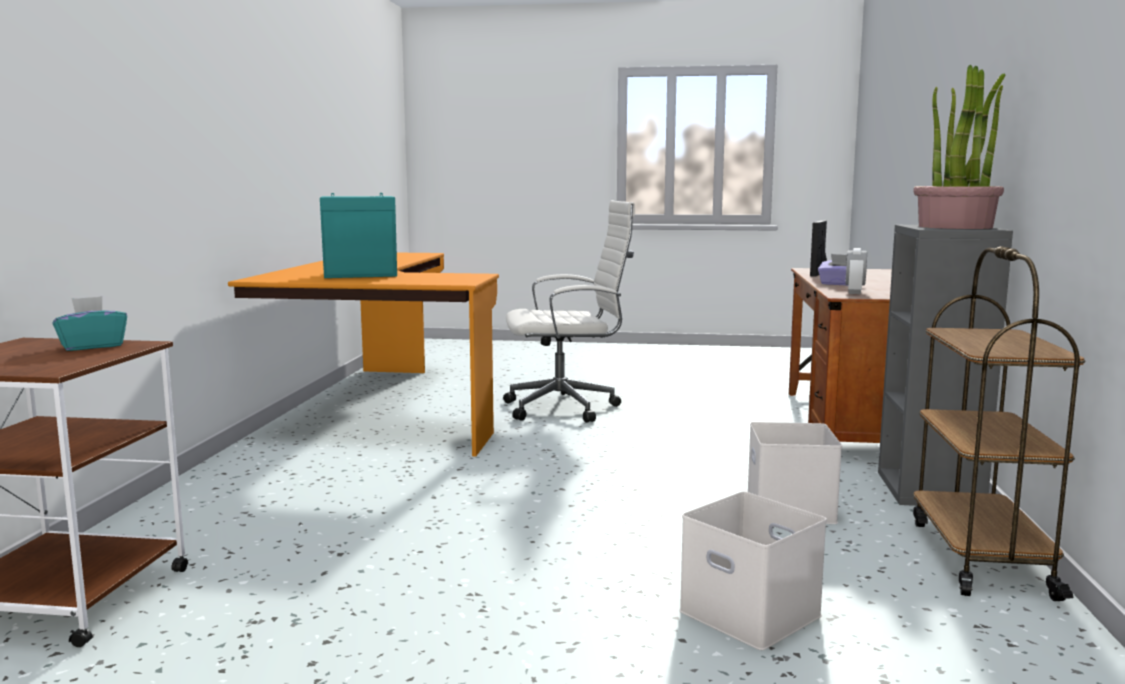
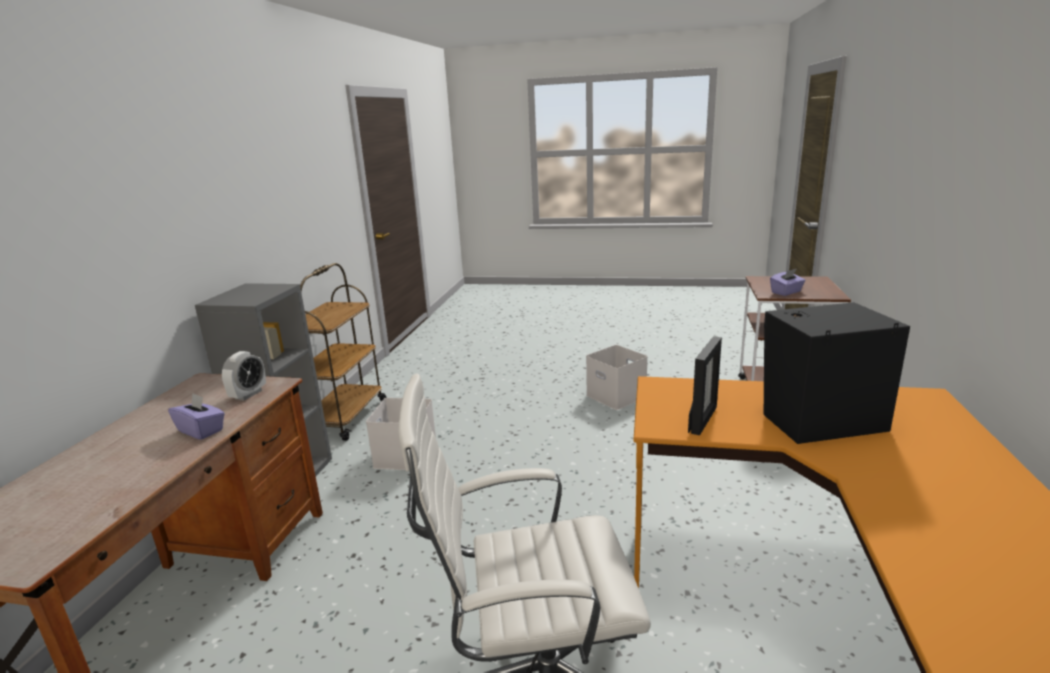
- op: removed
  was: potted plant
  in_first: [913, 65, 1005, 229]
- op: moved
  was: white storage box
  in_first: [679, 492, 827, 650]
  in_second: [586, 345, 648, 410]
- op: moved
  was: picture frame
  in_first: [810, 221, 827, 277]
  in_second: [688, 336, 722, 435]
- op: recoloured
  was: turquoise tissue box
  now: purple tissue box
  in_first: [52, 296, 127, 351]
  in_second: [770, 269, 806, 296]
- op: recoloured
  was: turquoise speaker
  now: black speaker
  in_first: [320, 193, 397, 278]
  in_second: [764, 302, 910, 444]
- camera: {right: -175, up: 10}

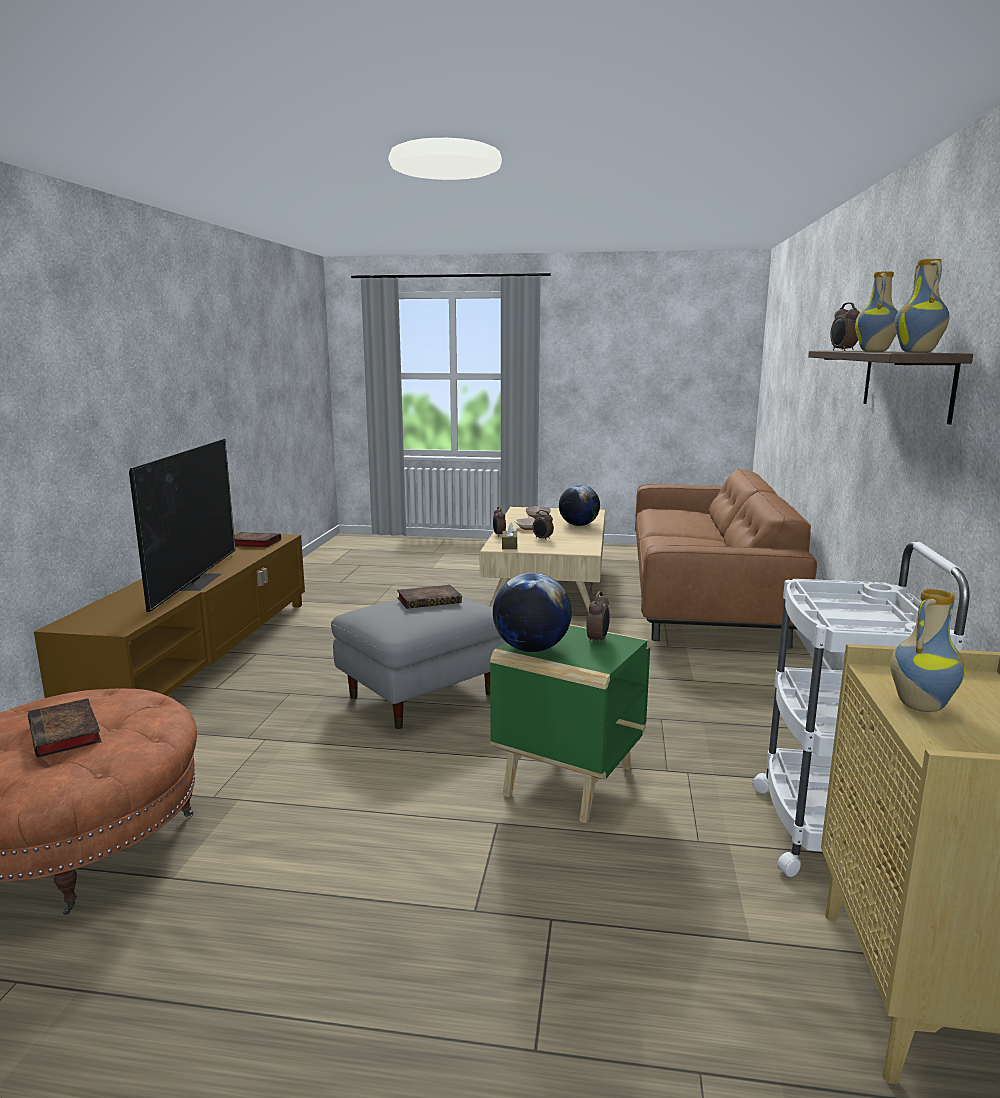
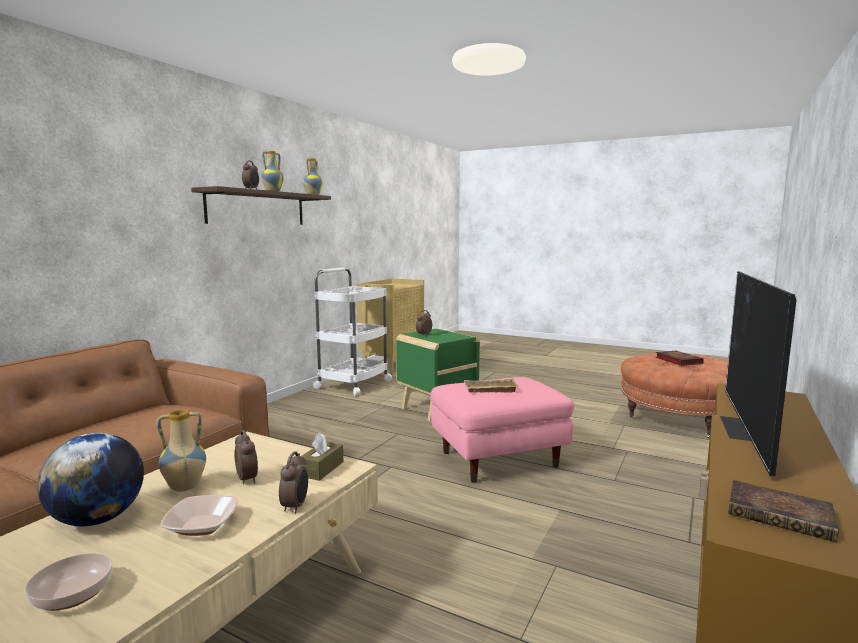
- op: removed
  was: globe
  in_first: [493, 573, 572, 652]
- op: moved
  was: vase
  in_first: [890, 589, 965, 712]
  in_second: [156, 410, 206, 491]
- op: replaced
  was: book
  now: beige tray
  in_first: [397, 585, 462, 609]
  in_second: [464, 378, 519, 393]
- op: recoloured
  was: grey ottoman
  now: pink ottoman
  in_first: [331, 596, 506, 729]
  in_second: [431, 377, 574, 483]
- camera: {right: -160, up: -5}

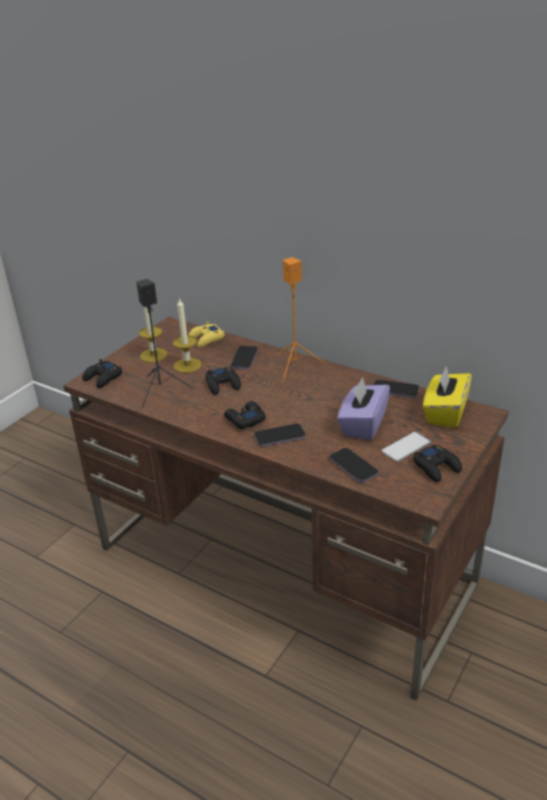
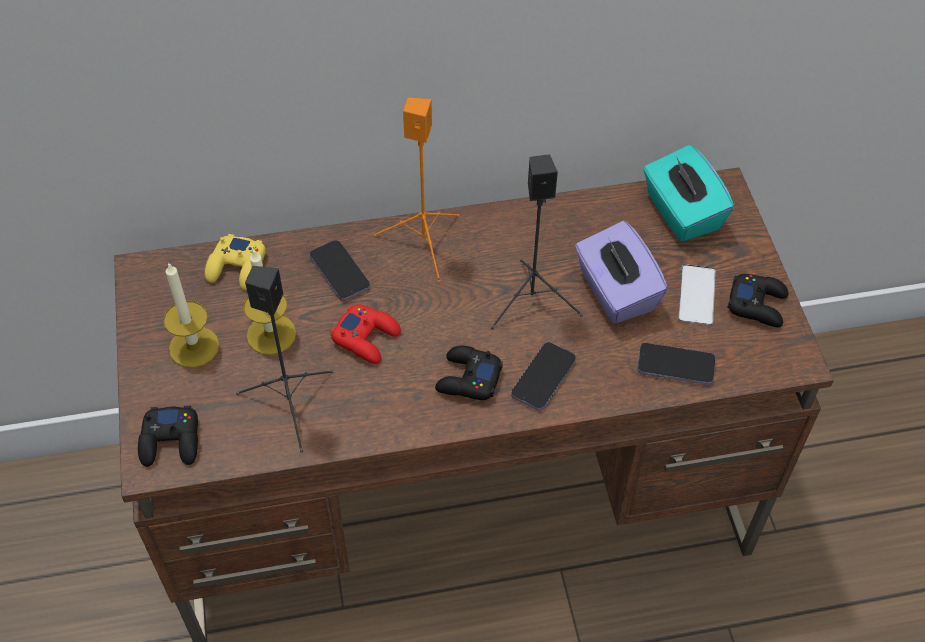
- op: removed
  was: phone
  in_first: [374, 380, 419, 398]
- op: added
  now: black speaker
  in_second: [491, 154, 583, 329]
- op: recoloured
  was: black game controller
  now: red game controller
  in_first: [205, 367, 241, 395]
  in_second: [330, 304, 401, 364]
- op: recoloured
  was: yellow tissue box
  now: turquoise tissue box
  in_first: [423, 366, 472, 428]
  in_second: [643, 145, 734, 242]
- camera: {right: -45, up: 20}

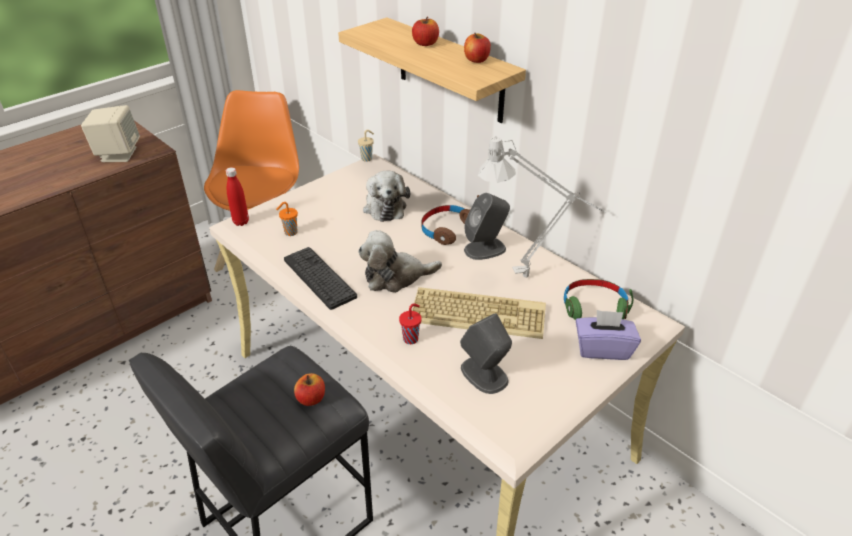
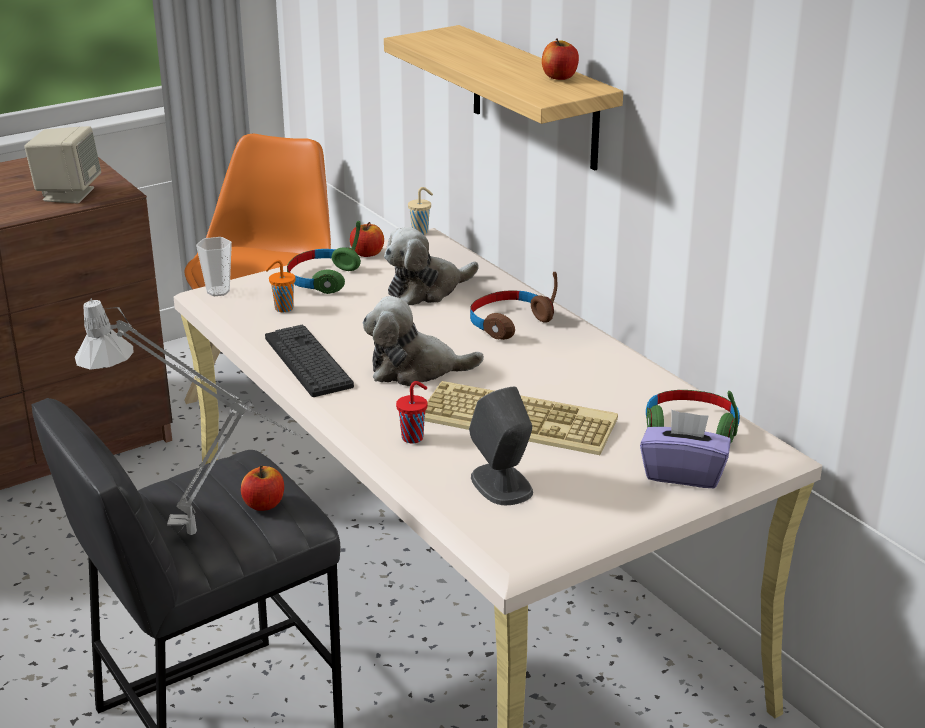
- op: removed
  was: grey speaker
  in_first: [464, 193, 510, 260]
- op: added
  now: green headphones
  in_second: [287, 221, 361, 294]
- op: moved
  was: apple
  in_first: [412, 17, 439, 46]
  in_second: [350, 222, 384, 257]
- op: moved
  was: grey table lamp
  in_first: [478, 137, 606, 278]
  in_second: [75, 298, 303, 535]
- op: replaced
  was: red bottle
  now: cup
  in_first: [226, 167, 249, 226]
  in_second: [196, 237, 232, 296]
- op: turned
  was: plush toy
  in_first: [363, 171, 410, 222]
  in_second: [384, 227, 479, 305]
  clockwise: 60
- camera: {right: 10, up: -10}

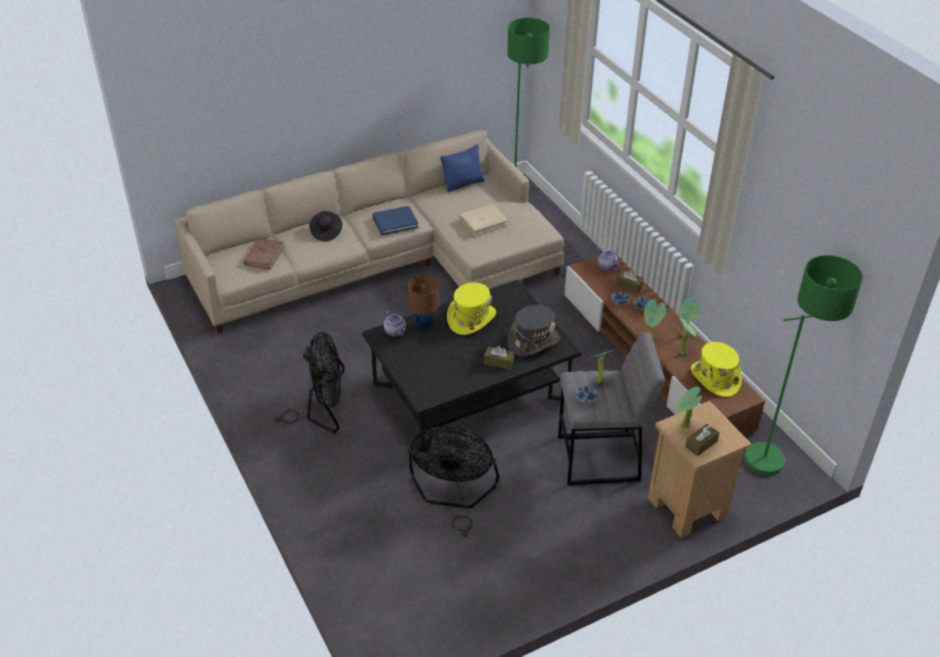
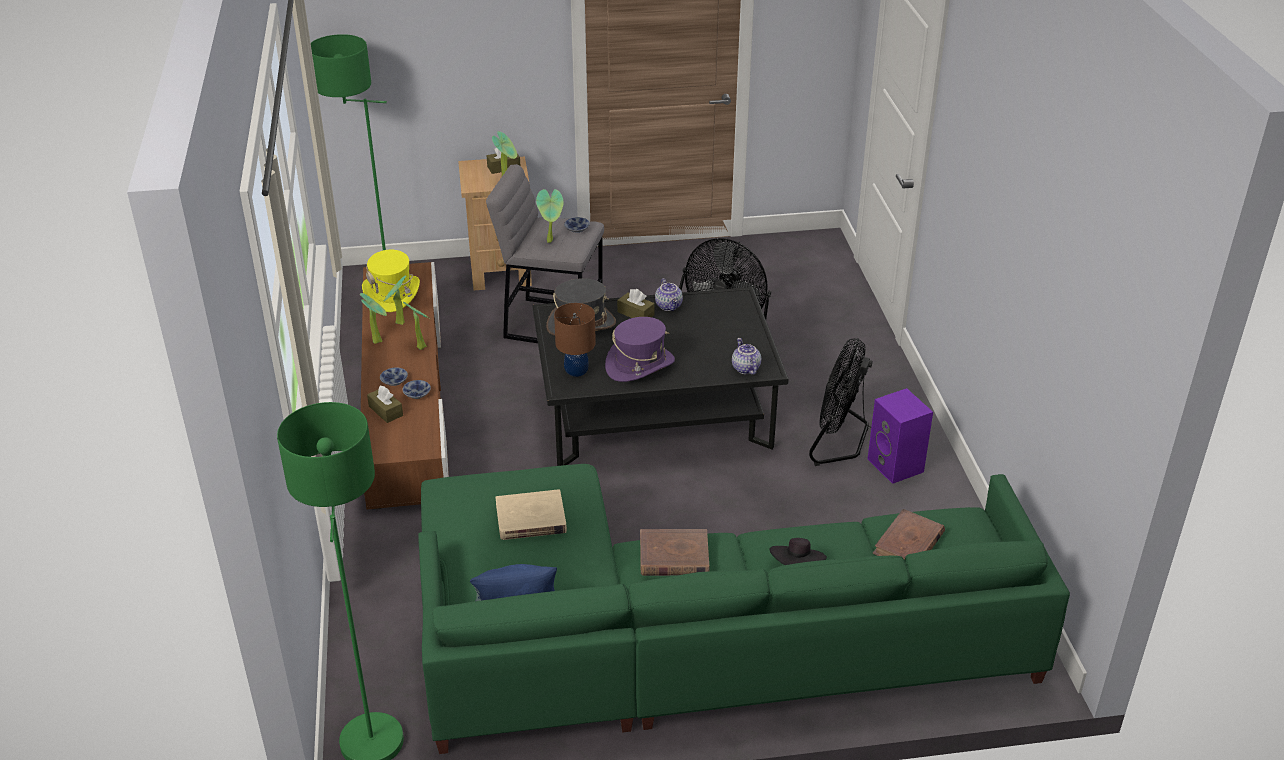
- op: added
  now: purple speaker
  in_second: [868, 388, 933, 484]
- op: moved
  was: brown table lamp
  in_first: [408, 276, 439, 329]
  in_second: [554, 303, 596, 377]
- op: moved
  was: teapot
  in_first: [597, 247, 620, 271]
  in_second: [655, 278, 683, 311]
- op: recoloured
  was: beige sofa
  now: green sofa
  in_first: [174, 130, 564, 334]
  in_second: [418, 464, 1070, 754]
- op: recoloured
  was: blue book
  now: brown book
  in_first: [373, 206, 418, 236]
  in_second: [640, 529, 709, 576]
- op: recoloured
  was: yellow hat
  now: purple hat
  in_first: [447, 282, 496, 335]
  in_second: [605, 317, 675, 382]
- camera: {right: -160, up: -5}

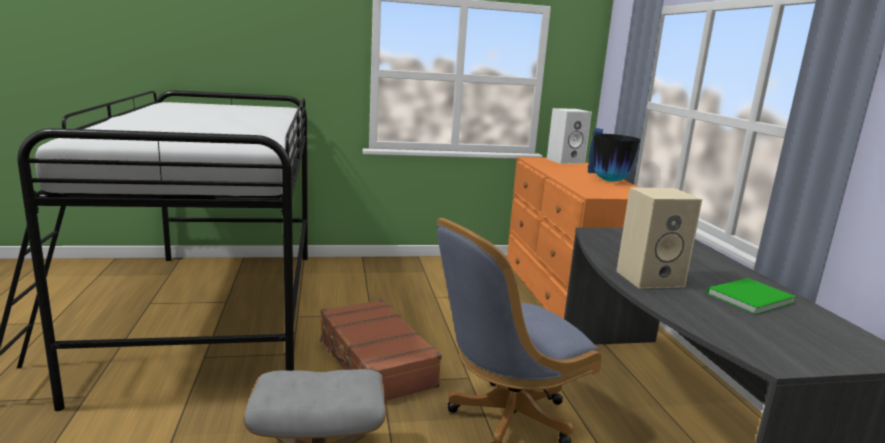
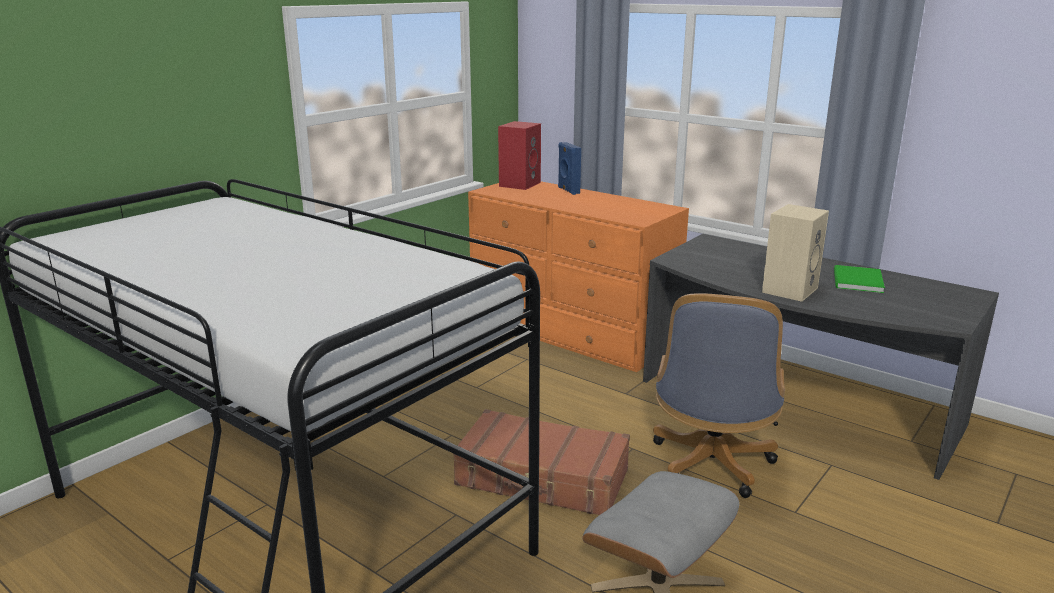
- op: removed
  was: vase
  in_first: [594, 134, 641, 182]
- op: recoloured
  was: white speaker
  now: red speaker
  in_first: [547, 108, 592, 164]
  in_second: [498, 121, 541, 190]
- camera: {right: -40, up: 5}

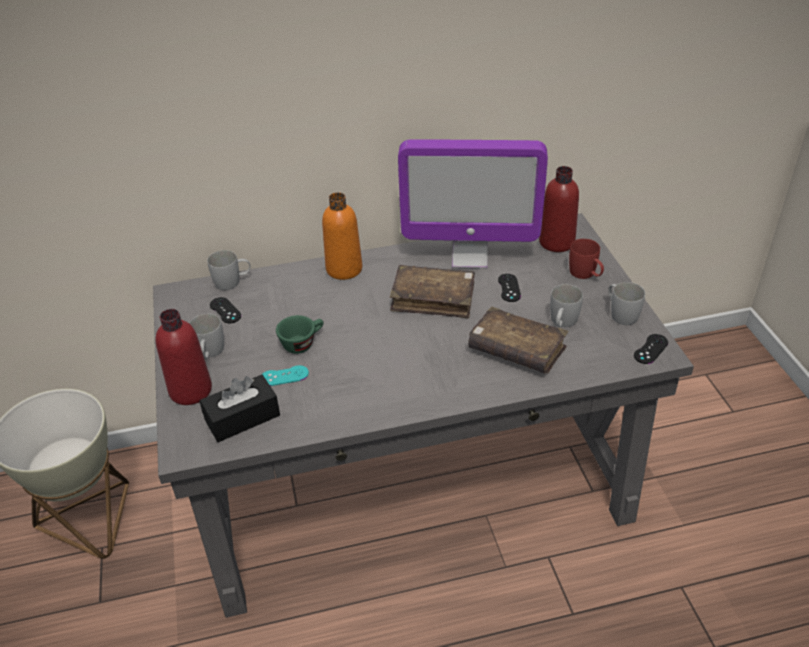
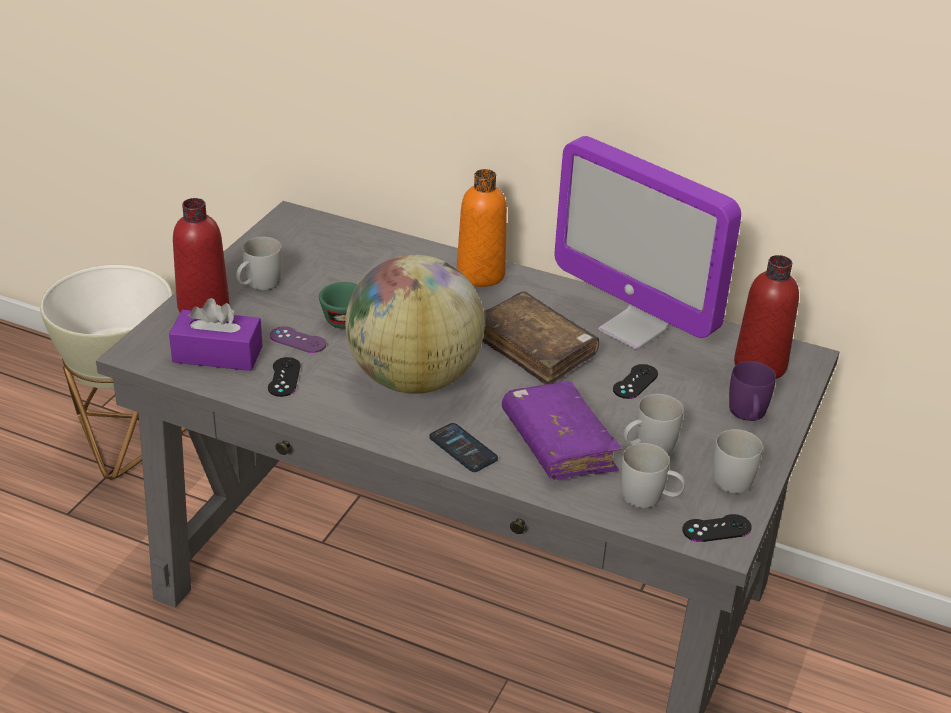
- op: added
  now: globe
  in_second: [345, 255, 485, 394]
- op: added
  now: phone
  in_second: [429, 423, 498, 472]
- op: moved
  was: white mug
  in_first: [207, 250, 251, 290]
  in_second: [621, 443, 685, 508]
- op: moved
  was: black game controller
  in_first: [210, 297, 241, 323]
  in_second: [268, 357, 300, 397]
- op: recoloured
  was: black tissue box
  now: purple tissue box
  in_first: [200, 375, 280, 442]
  in_second: [169, 298, 263, 371]
- op: recoloured
  was: turquoise game controller
  now: purple game controller
  in_first: [262, 365, 309, 386]
  in_second: [270, 326, 326, 353]
- op: recoloured
  was: brown book
  now: purple book
  in_first: [468, 307, 568, 374]
  in_second: [502, 381, 622, 480]
- op: recoloured
  was: red mug
  now: purple mug
  in_first: [569, 239, 604, 279]
  in_second: [729, 361, 776, 421]
- camera: {right: 35, up: -5}

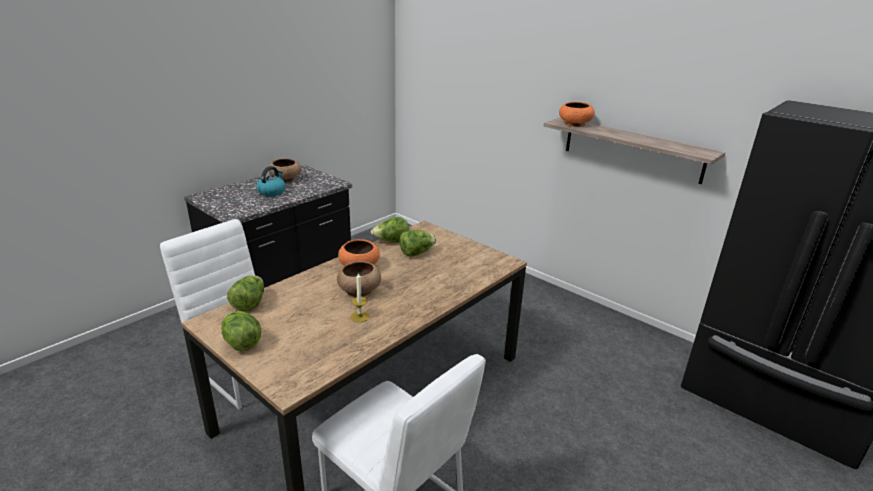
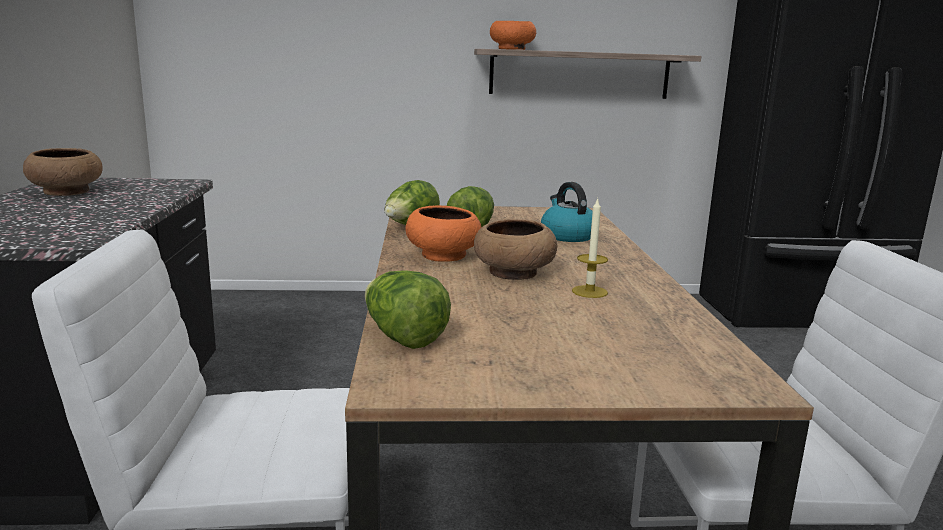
- op: removed
  was: lettuce
  in_first: [221, 311, 261, 351]
- op: moved
  was: kettle
  in_first: [257, 166, 286, 196]
  in_second: [541, 182, 593, 242]
- camera: {right: -45, up: -10}

